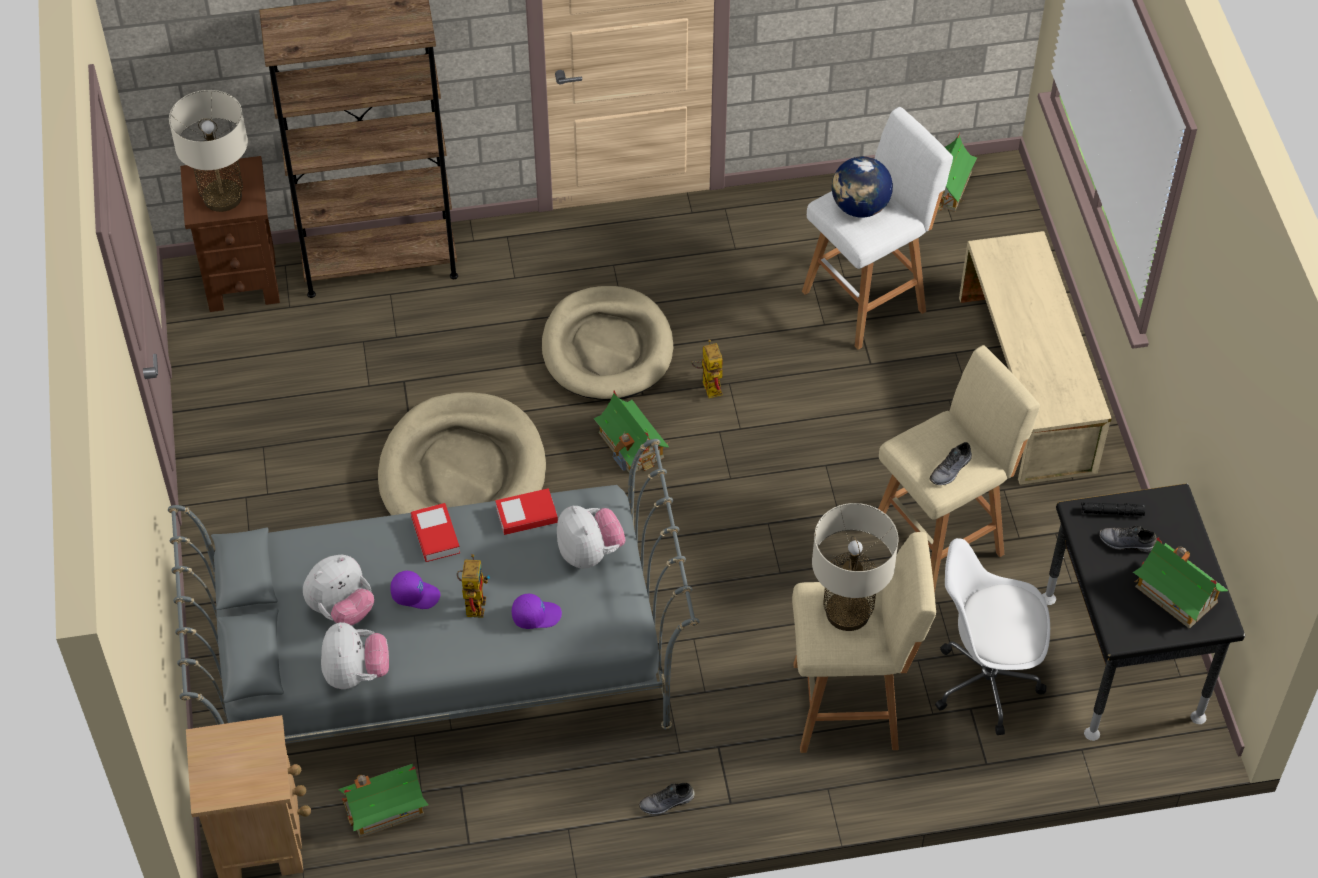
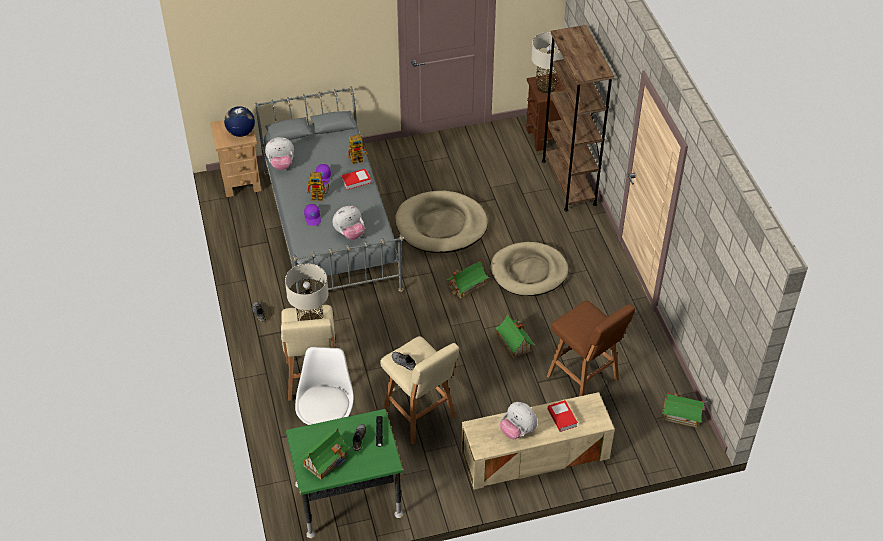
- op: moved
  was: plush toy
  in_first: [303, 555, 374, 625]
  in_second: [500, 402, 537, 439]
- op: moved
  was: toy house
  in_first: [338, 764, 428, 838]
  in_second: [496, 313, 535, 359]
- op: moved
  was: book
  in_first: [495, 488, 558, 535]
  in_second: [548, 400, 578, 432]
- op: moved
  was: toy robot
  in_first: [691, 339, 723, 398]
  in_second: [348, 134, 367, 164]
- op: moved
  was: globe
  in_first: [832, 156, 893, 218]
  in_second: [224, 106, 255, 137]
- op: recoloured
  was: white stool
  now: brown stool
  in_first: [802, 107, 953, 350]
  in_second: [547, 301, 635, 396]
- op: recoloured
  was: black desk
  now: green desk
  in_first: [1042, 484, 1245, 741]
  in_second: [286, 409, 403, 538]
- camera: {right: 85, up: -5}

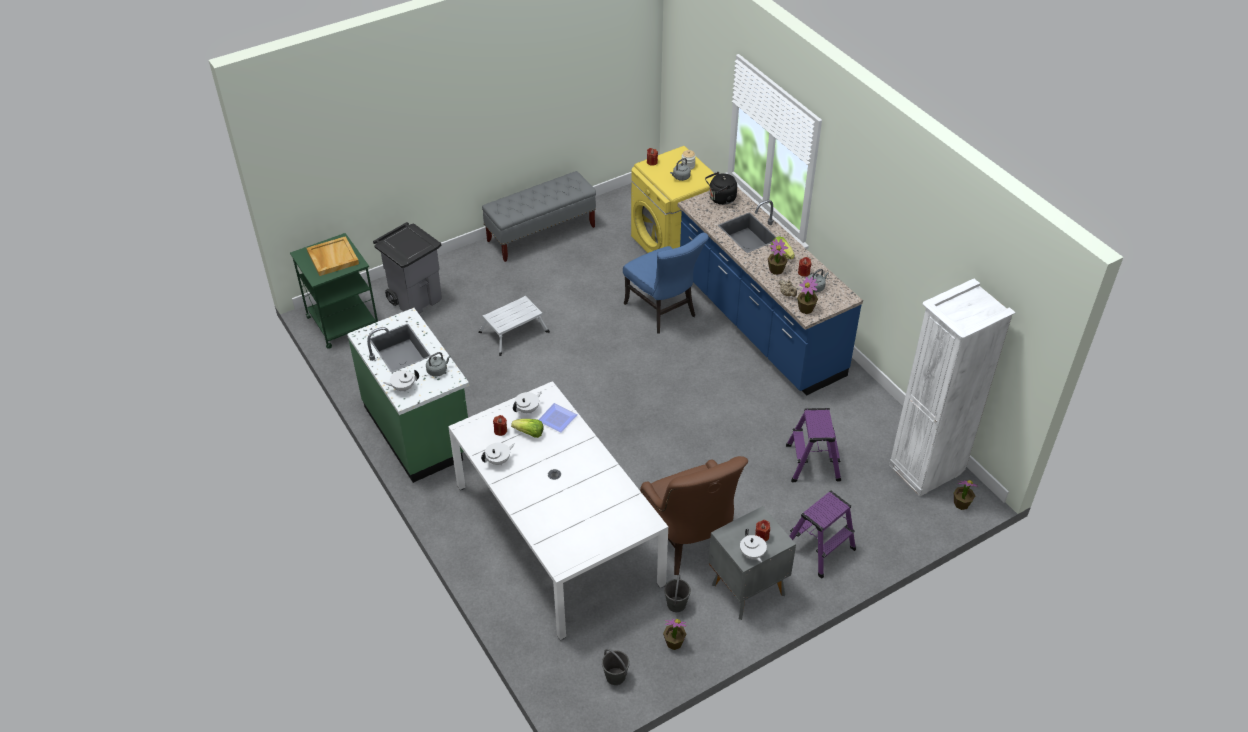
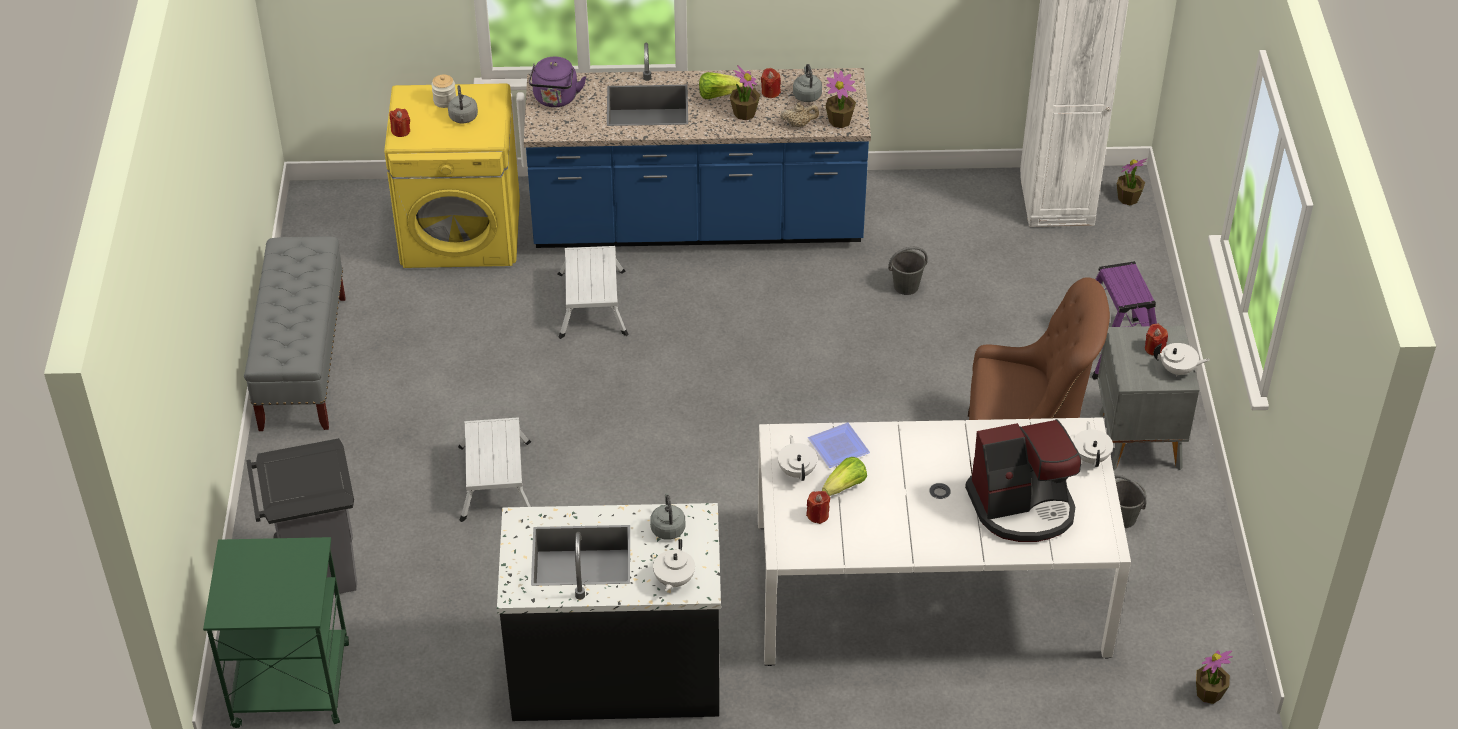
- op: removed
  was: beige tray
  in_first: [307, 236, 359, 276]
- op: removed
  was: purple step ladder
  in_first: [786, 408, 841, 482]
- op: added
  now: coffee machine
  in_second: [965, 419, 1081, 542]
- op: moved
  was: white teapot
  in_first: [481, 443, 515, 465]
  in_second: [1073, 421, 1113, 467]
- op: moved
  was: grey bucket
  in_first: [602, 649, 630, 685]
  in_second: [888, 247, 928, 295]
- op: moved
  was: potted plant
  in_first: [663, 619, 687, 650]
  in_second: [1196, 650, 1233, 704]
- op: replaced
  was: blue chair
  now: white step ladder
  in_first: [623, 233, 709, 333]
  in_second: [558, 246, 628, 339]
- op: recoloured
  was: green counter
  now: black counter
  in_first: [347, 308, 469, 483]
  in_second: [497, 503, 721, 721]
- op: recoloured
  was: black kettle
  now: purple kettle
  in_first: [705, 172, 737, 205]
  in_second: [529, 57, 586, 107]
- camera: {right: -60, up: 0}

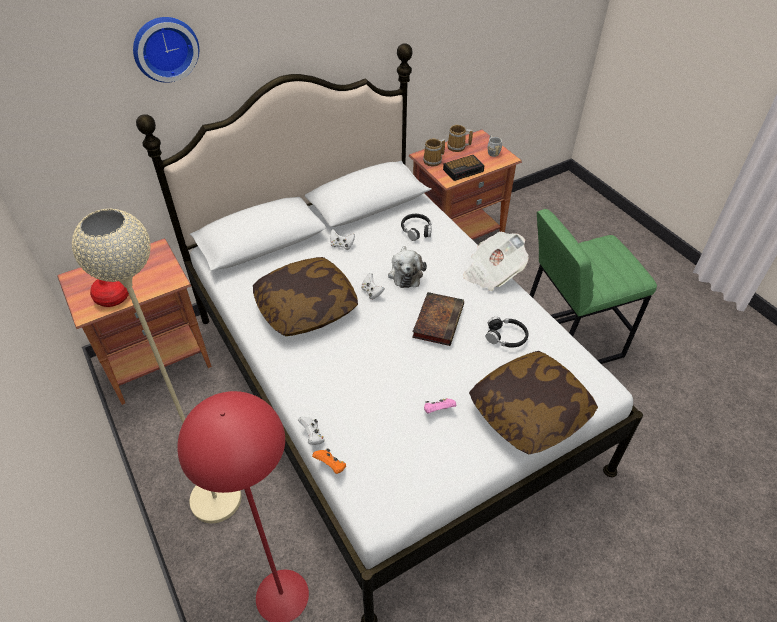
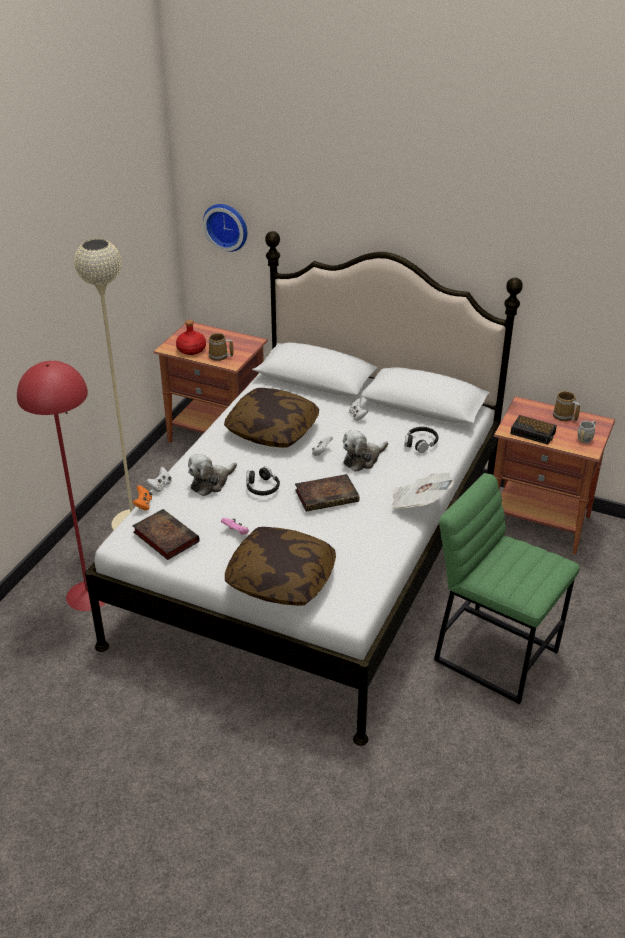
- op: added
  now: book
  in_second: [132, 509, 200, 560]
- op: added
  now: plush toy
  in_second: [188, 454, 237, 496]
- op: moved
  was: wall clock
  in_first: [133, 17, 199, 83]
  in_second: [203, 204, 247, 252]
- op: moved
  was: mug
  in_first: [423, 139, 445, 167]
  in_second: [209, 333, 233, 361]
- op: moved
  was: black headphones
  in_first: [486, 317, 529, 347]
  in_second: [246, 466, 280, 495]
- camera: {right: 55, up: -10}

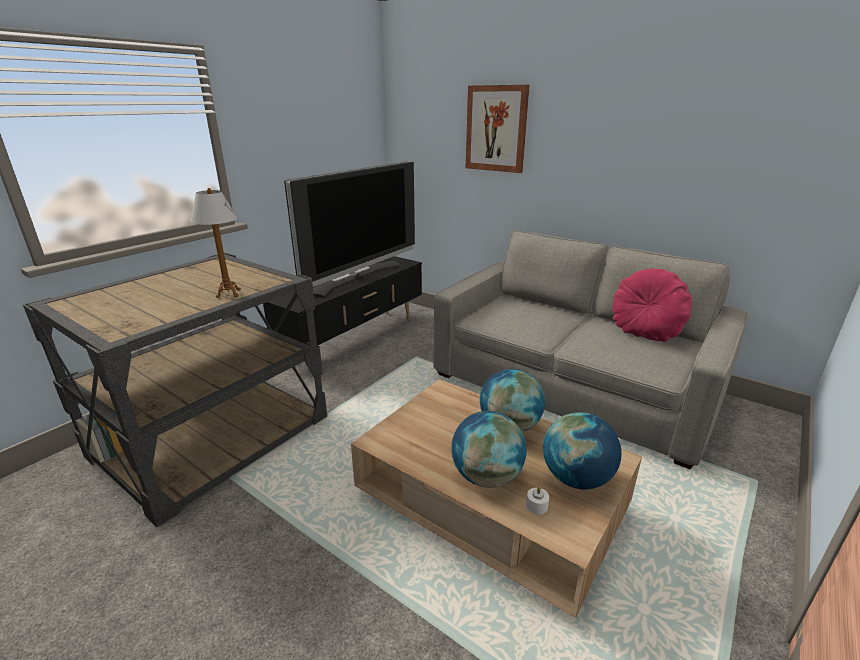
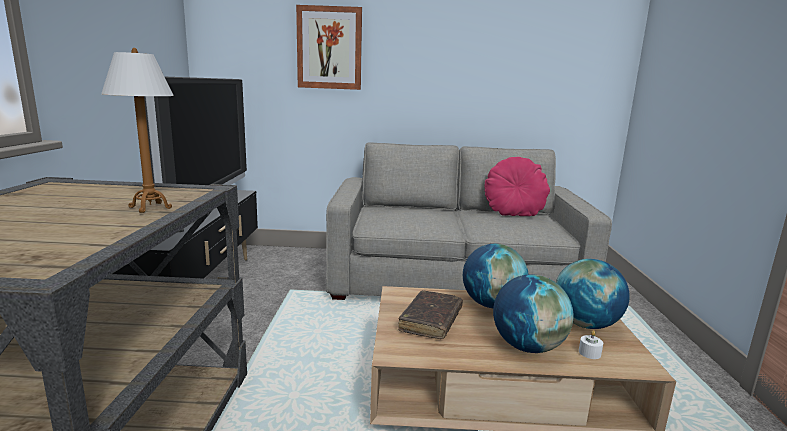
- op: added
  now: brown book
  in_second: [398, 290, 463, 339]
- camera: {right: -35, up: -10}

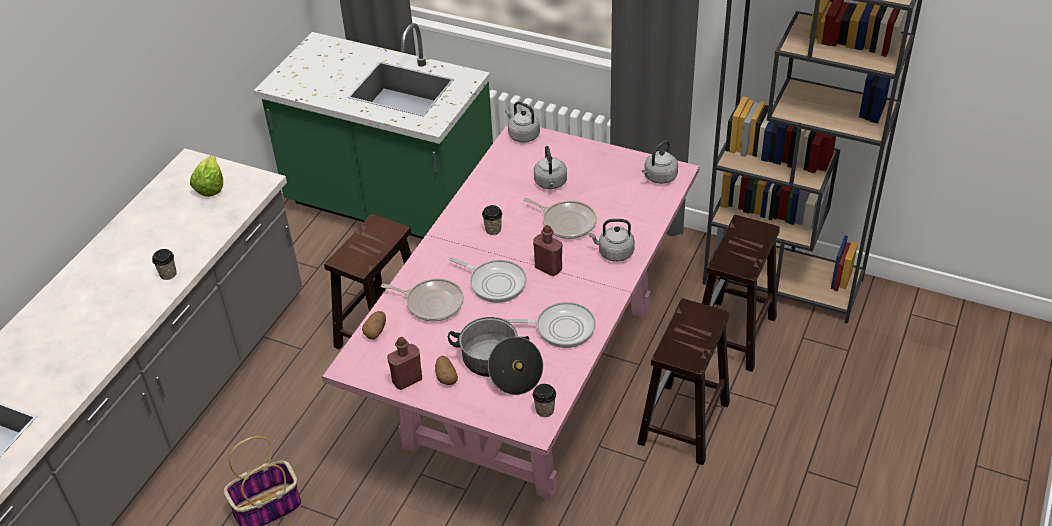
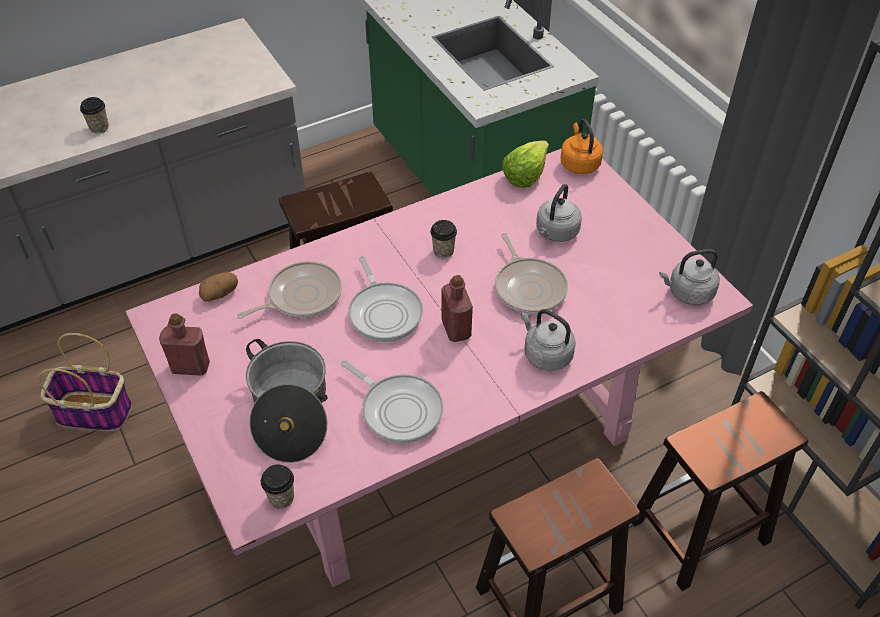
- op: removed
  was: potato
  in_first: [435, 356, 458, 385]
- op: moved
  was: lettuce
  in_first: [190, 156, 223, 197]
  in_second: [502, 141, 549, 188]
- op: recoloured
  was: grey kettle
  now: orange kettle
  in_first: [505, 101, 540, 143]
  in_second: [560, 119, 603, 174]
- op: turned
  was: frying pan
  in_first: [381, 278, 464, 322]
  in_second: [237, 261, 342, 319]
  clockwise: -90
- camera: {right: 35, up: 5}

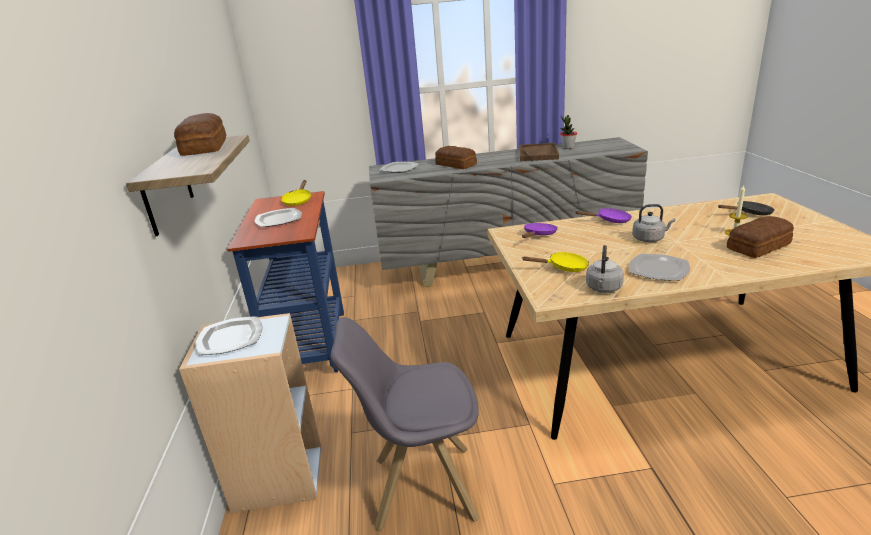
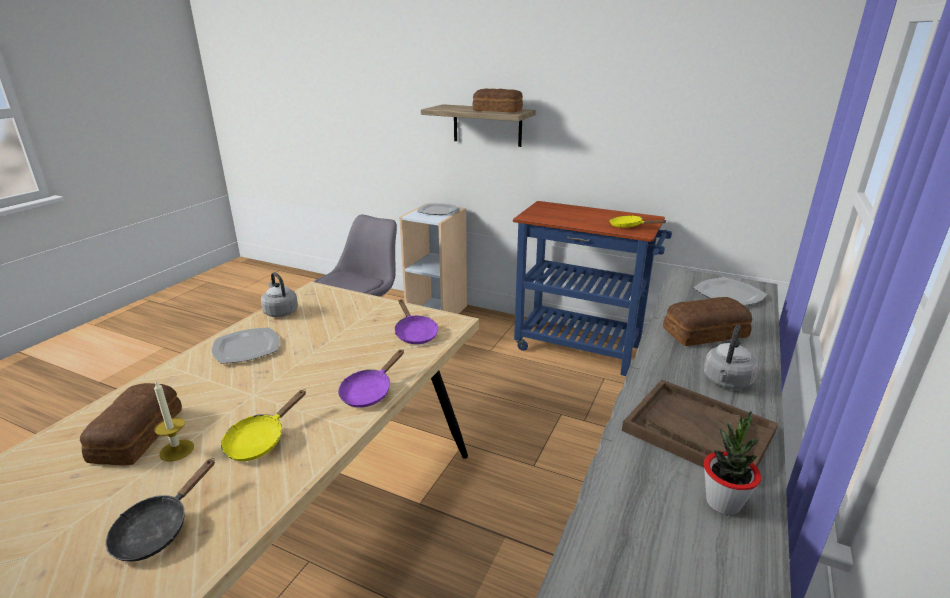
- op: removed
  was: plate
  in_first: [255, 208, 302, 227]
- op: moved
  was: yellow frying pan
  in_first: [522, 252, 589, 272]
  in_second: [221, 390, 306, 461]
- op: moved
  was: grey kettle
  in_first: [632, 204, 675, 242]
  in_second: [704, 325, 758, 390]
- camera: {right: 120, up: 0}

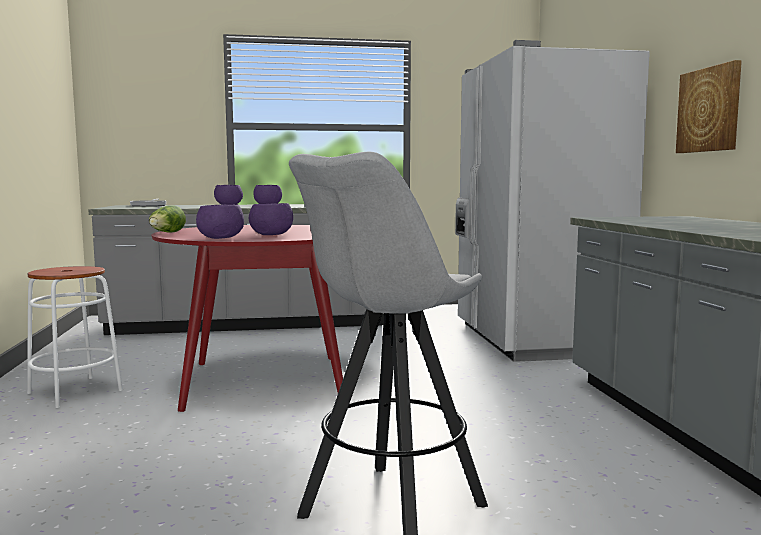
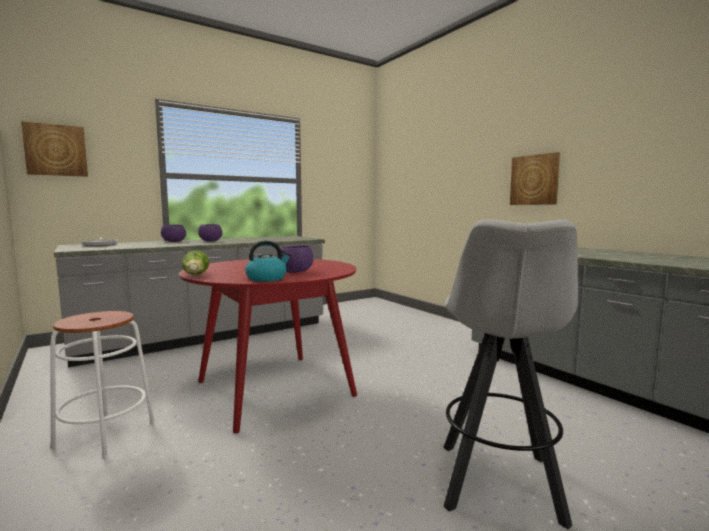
- op: removed
  was: white fridge
  in_first: [455, 40, 650, 362]
- op: added
  now: picture
  in_second: [21, 121, 88, 177]
- op: replaced
  was: purple bowl
  now: kettle
  in_first: [196, 204, 244, 239]
  in_second: [245, 241, 291, 282]
- camera: {right: -25, up: 0}

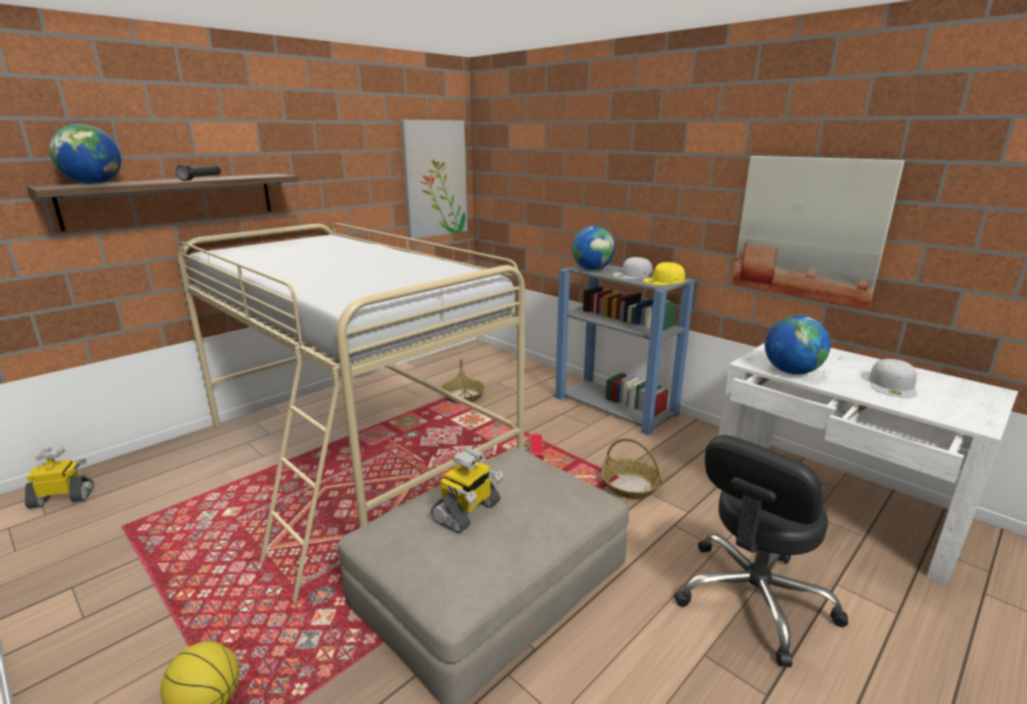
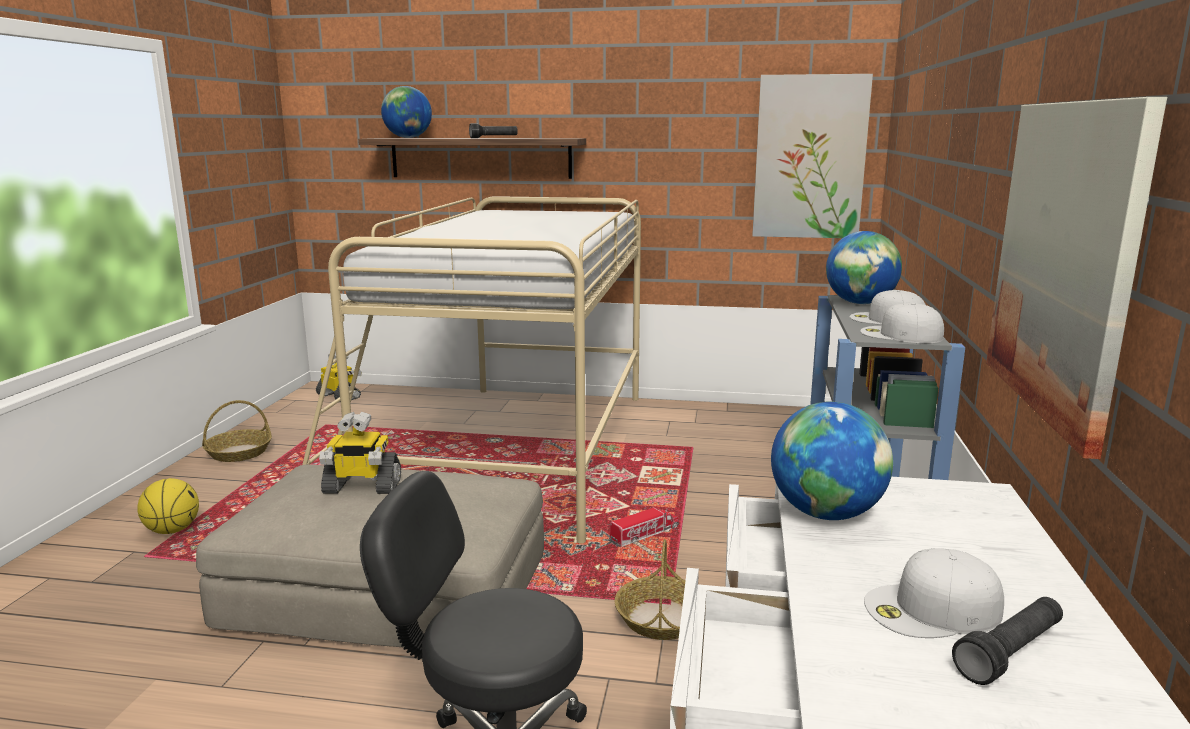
- op: added
  now: black flashlight
  in_second: [952, 597, 1063, 685]
- op: moved
  was: basket
  in_first: [441, 359, 486, 403]
  in_second: [202, 400, 272, 462]
- op: recoloured
  was: yellow cap
  now: white cap
  in_first: [643, 262, 685, 285]
  in_second: [860, 303, 944, 343]
- camera: {right: 55, up: -5}

